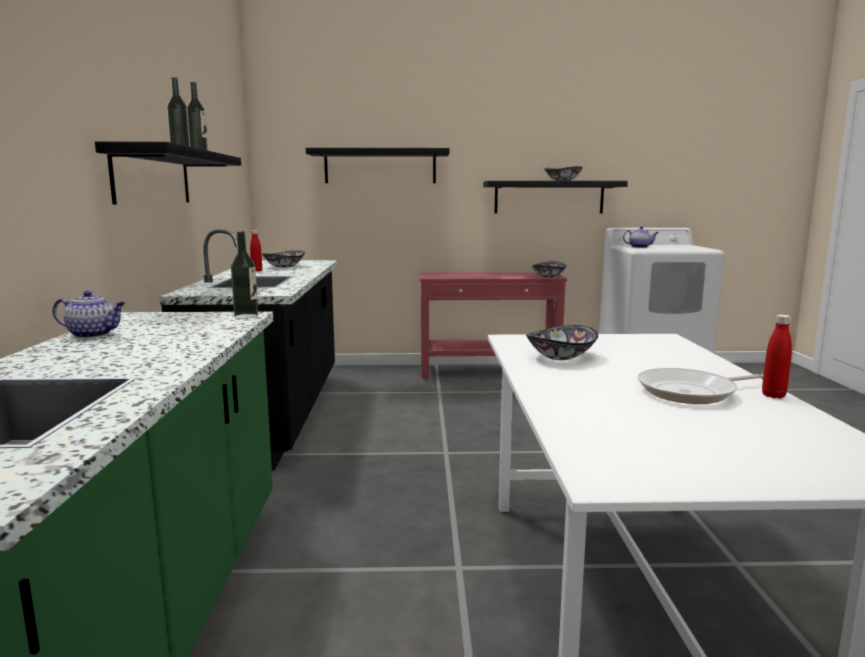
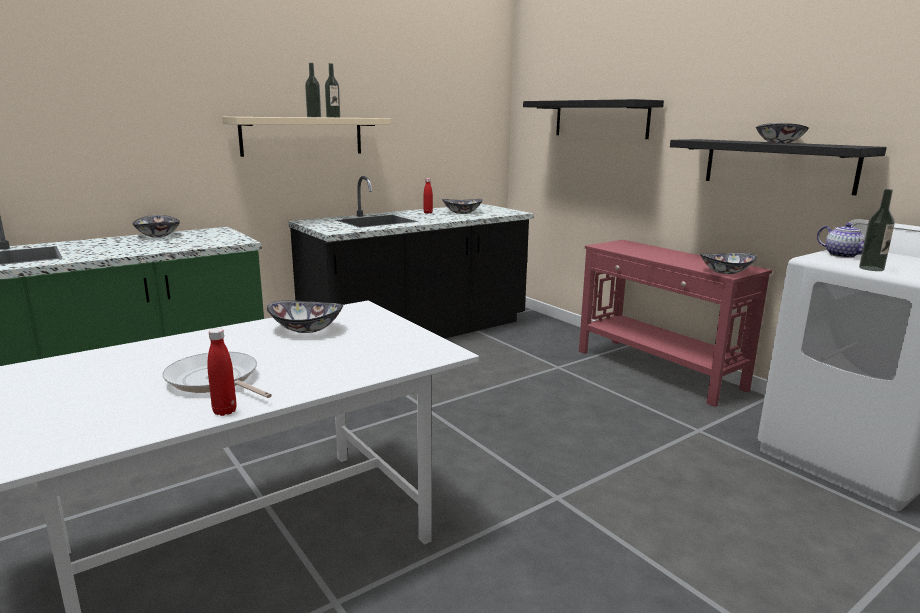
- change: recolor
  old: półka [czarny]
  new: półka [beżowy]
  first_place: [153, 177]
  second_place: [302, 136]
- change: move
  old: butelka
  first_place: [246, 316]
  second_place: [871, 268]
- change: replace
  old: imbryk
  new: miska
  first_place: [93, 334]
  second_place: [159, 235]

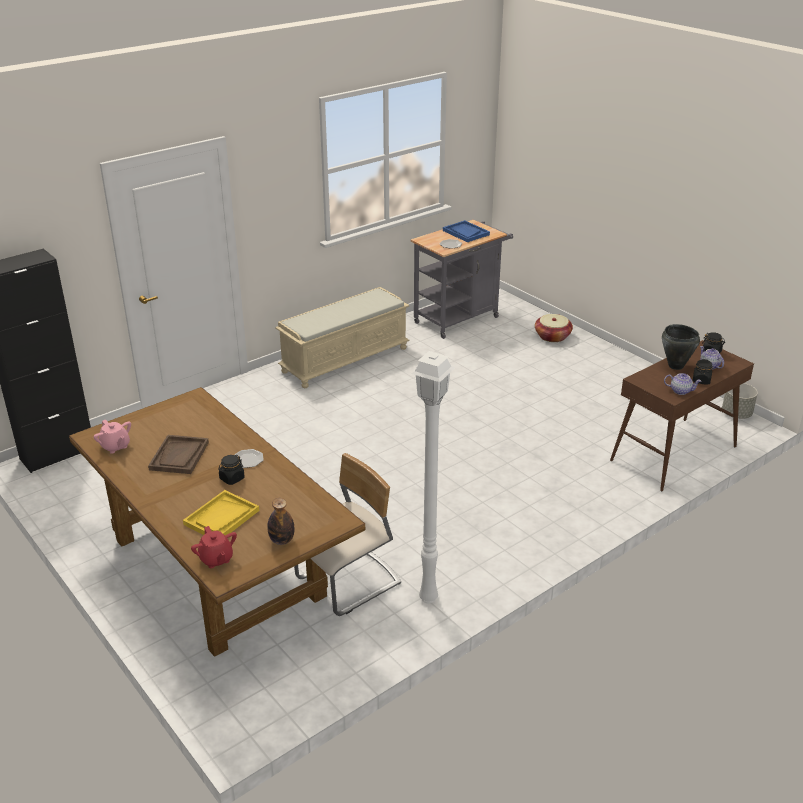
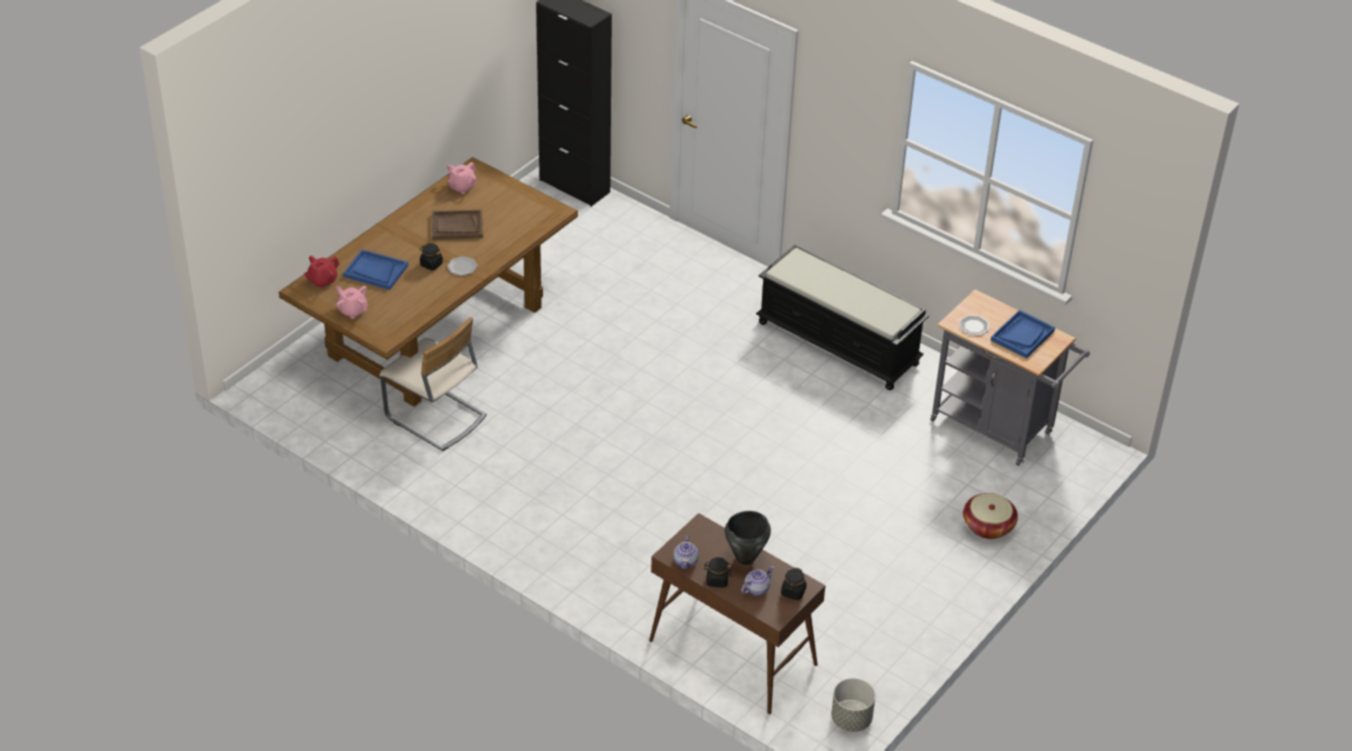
- change: recolor
  old: ławka [beżowy]
  new: ławka [czarny]
  first_place: [345, 359]
  second_place: [839, 343]
- change: delete
  old: lampa stojąca [biały]
  first_place: [426, 598]
- change: recolor
  old: taca [żółty]
  new: taca [niebieski]
  first_place: [221, 517]
  second_place: [375, 271]
- change: replace
  old: butelka
  new: imbryk [różowy]
  first_place: [282, 540]
  second_place: [352, 310]

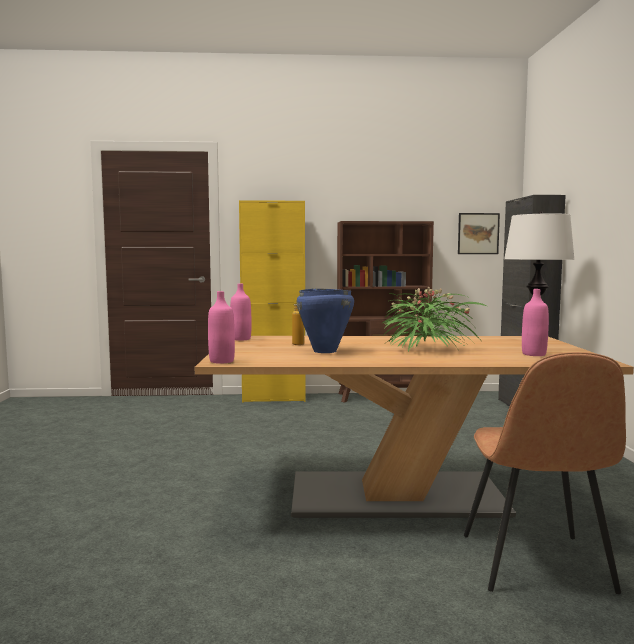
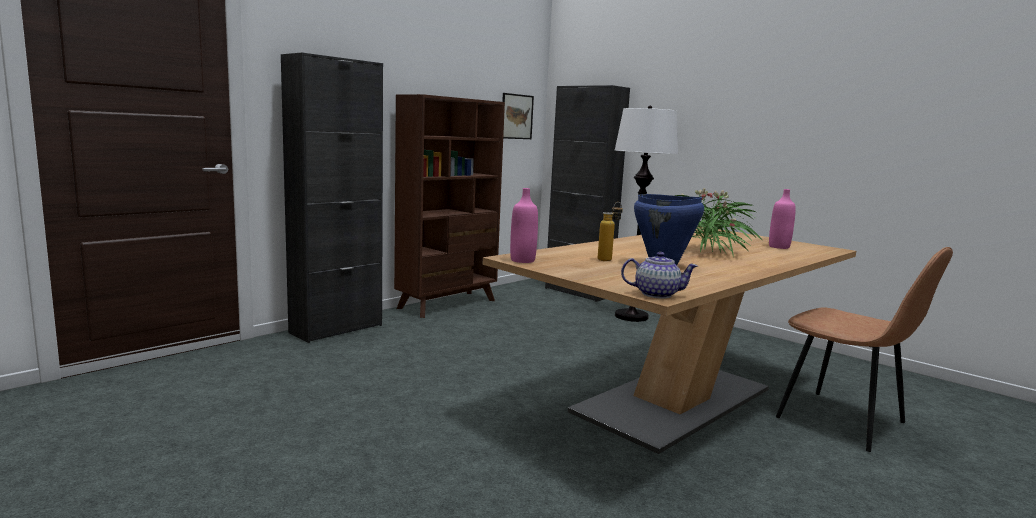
- change: recolor
  old: szafka [żółty]
  new: szafka [czarny]
  first_place: [274, 398]
  second_place: [336, 329]
- change: replace
  old: butelka [różowy]
  new: imbryk
  first_place: [221, 361]
  second_place: [656, 294]

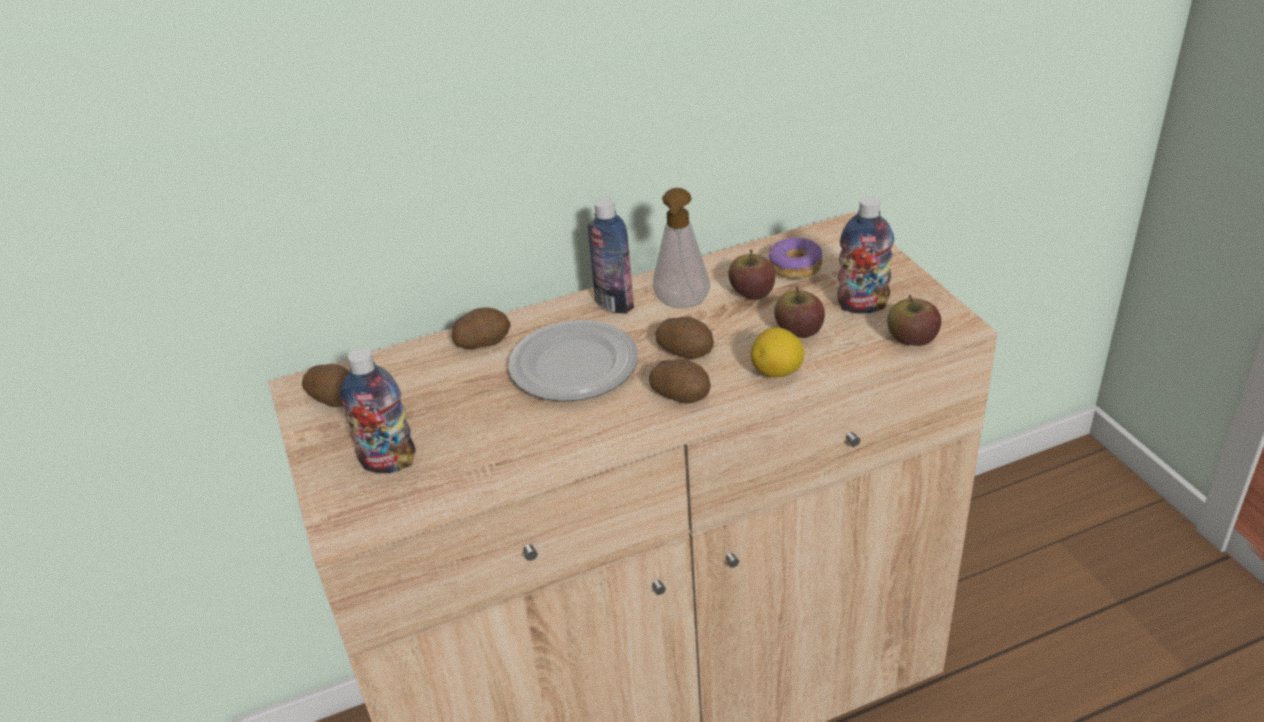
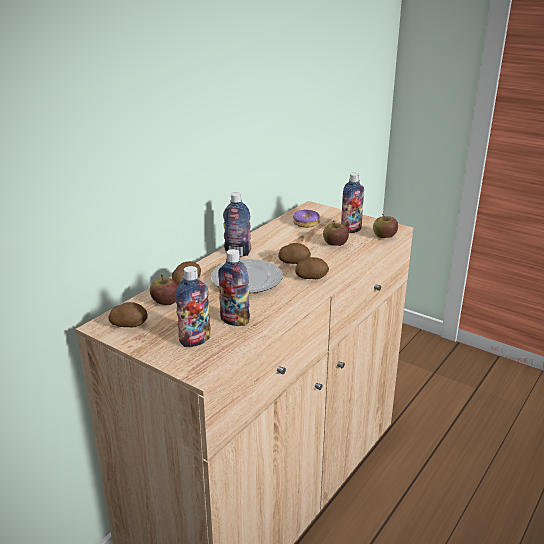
- change: delete
  old: dozownik mydła
  first_place: [681, 305]
- change: move
  old: jabłko
  first_place: [751, 293]
  second_place: [165, 302]
- change: delete
  old: cytryna
  first_place: [777, 373]
- change: insert
  new: butelka
  second_place: [234, 321]

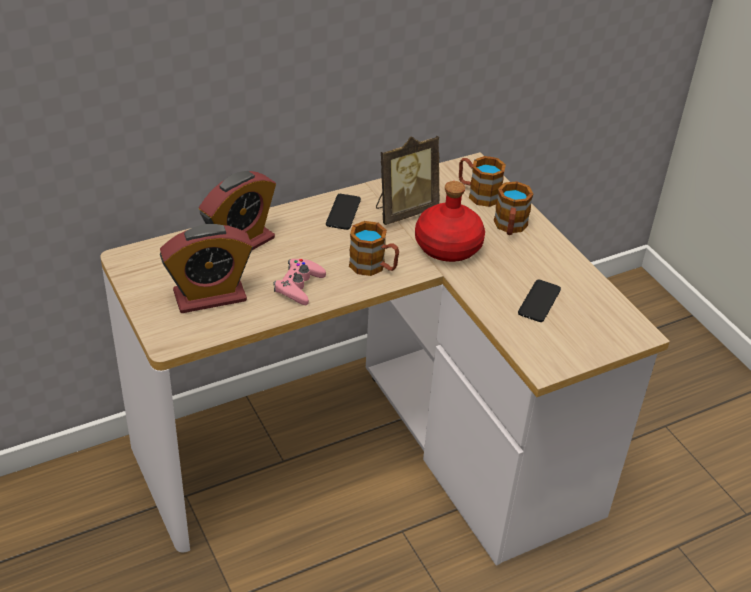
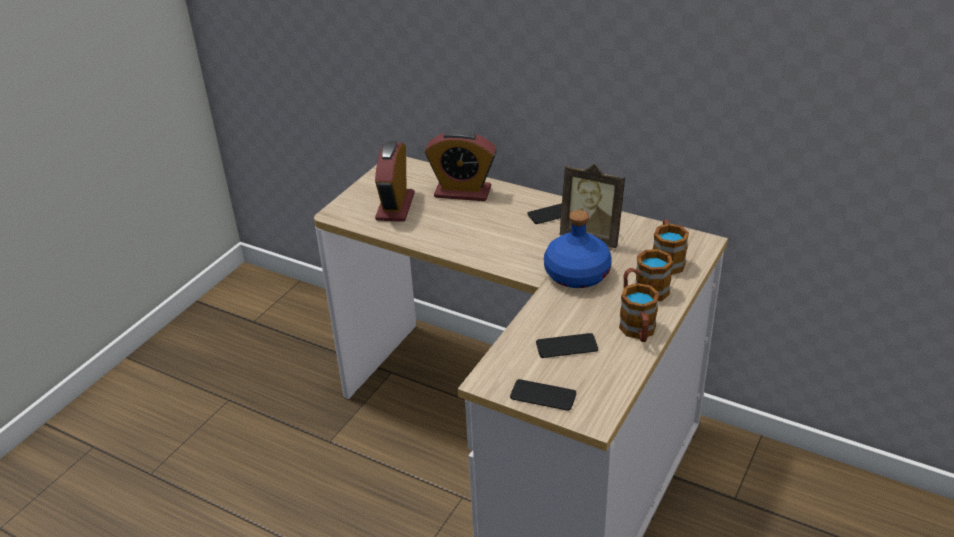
- change: recolor
  old: butelka [czerwony]
  new: butelka [niebieski]
  first_place: [447, 246]
  second_place: [576, 274]
- change: move
  old: kubek
  first_place: [373, 267]
  second_place: [639, 332]
- change: rotate
  old: budzik
  first_place: [210, 296]
  second_place: [395, 207]
  degrees: 60
- change: delete
  old: pad do gier [różowy]
  first_place: [299, 286]
- change: insert
  new: telefon
  second_place: [543, 395]

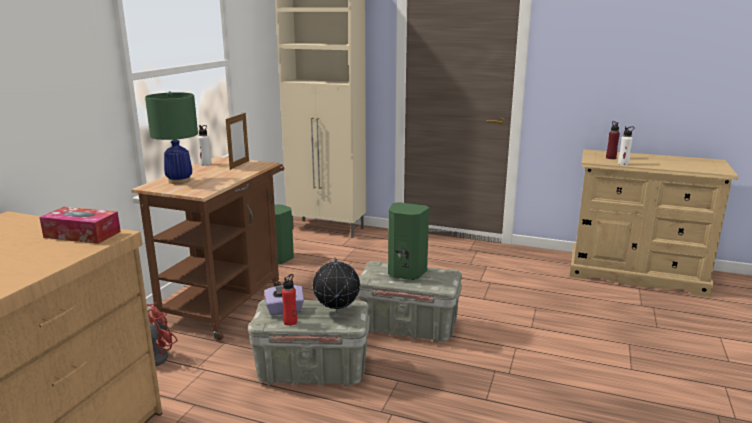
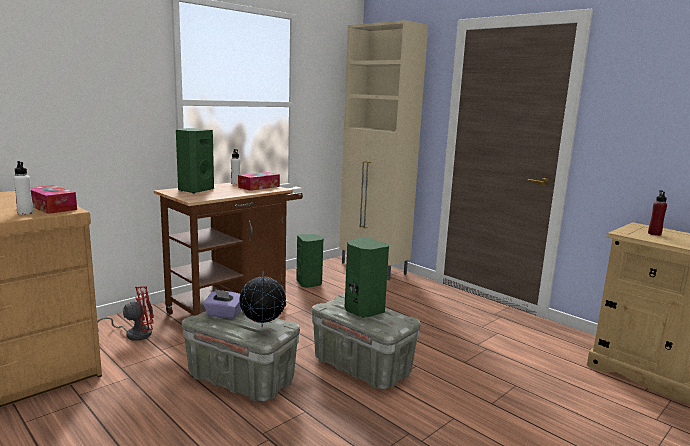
- change: replace
  old: lampa stołowa [zielony]
  new: głośnik [zielony]
  first_place: [179, 181]
  second_place: [195, 190]
- change: replace
  old: ramka na zdjęcie
  new: pudełko chusteczek
  first_place: [239, 165]
  second_place: [259, 187]
- change: move
  old: butelka [biały]
  first_place: [623, 163]
  second_place: [25, 213]
- change: delete
  old: butelka [czerwony]
  first_place: [290, 322]

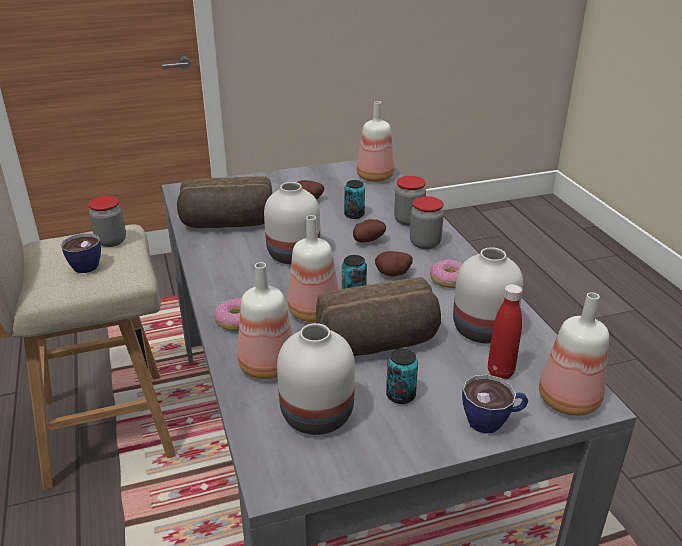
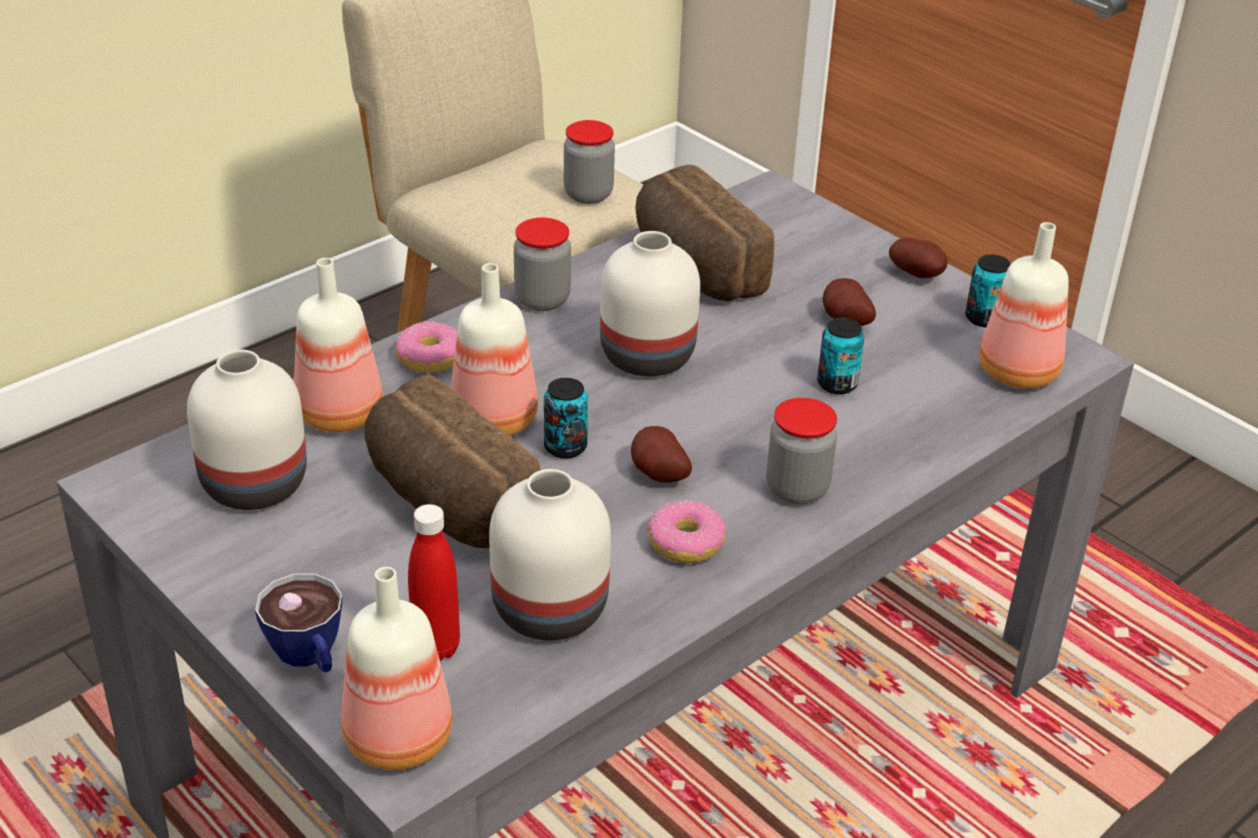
- change: move
  old: słoik
  first_place: [408, 220]
  second_place: [542, 299]
- change: move
  old: ziemniak
  first_place: [367, 241]
  second_place: [918, 275]
- change: delete
  old: filiżanka
  first_place: [81, 265]
- change: move
  old: puszka
  first_place: [400, 395]
  second_place: [983, 318]

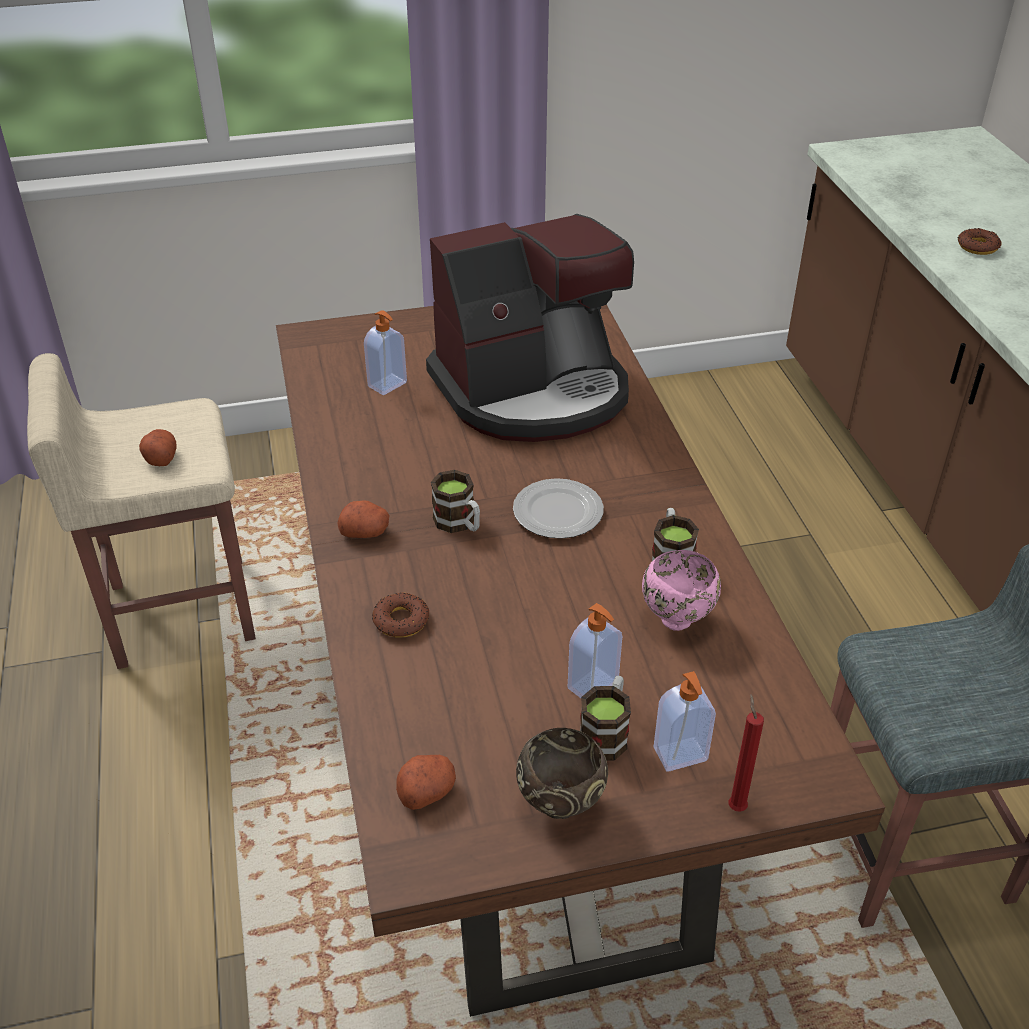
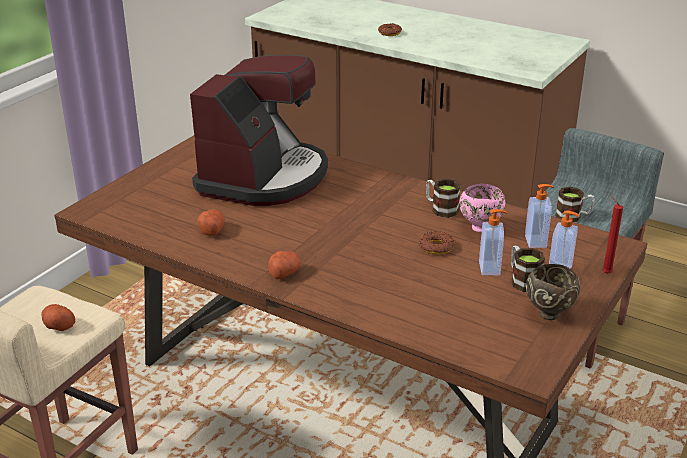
- change: move
  old: dozownik mydła
  first_place: [388, 385]
  second_place: [536, 241]
- change: move
  old: kubek
  first_place: [459, 524]
  second_place: [573, 216]
- change: delete
  old: talerz
  first_place: [559, 512]
- change: move
  old: donut
  first_place: [401, 620]
  second_place: [436, 247]
- change: move
  old: ziemniak
  first_place: [426, 791]
  second_place: [211, 230]

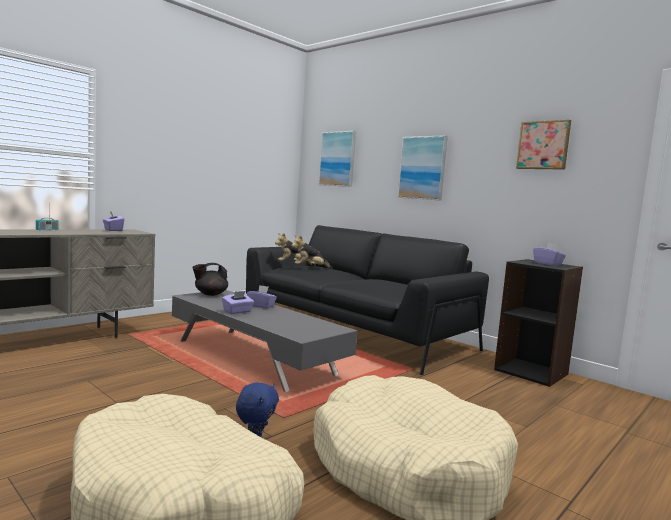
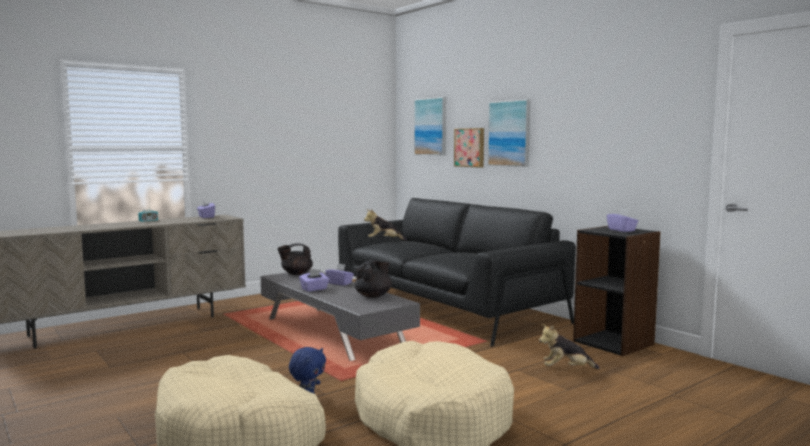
- change: move
  old: obraz
  first_place: [543, 145]
  second_place: [470, 147]
- change: move
  old: pluszak
  first_place: [310, 268]
  second_place: [566, 369]
- change: insert
  new: imbryk [czarny]
  second_place: [373, 296]

